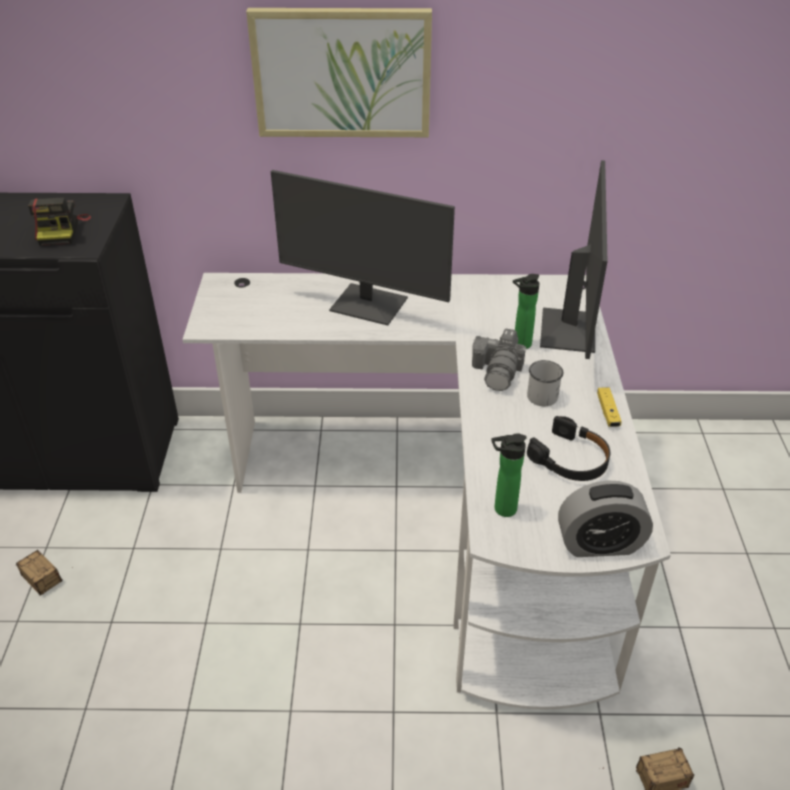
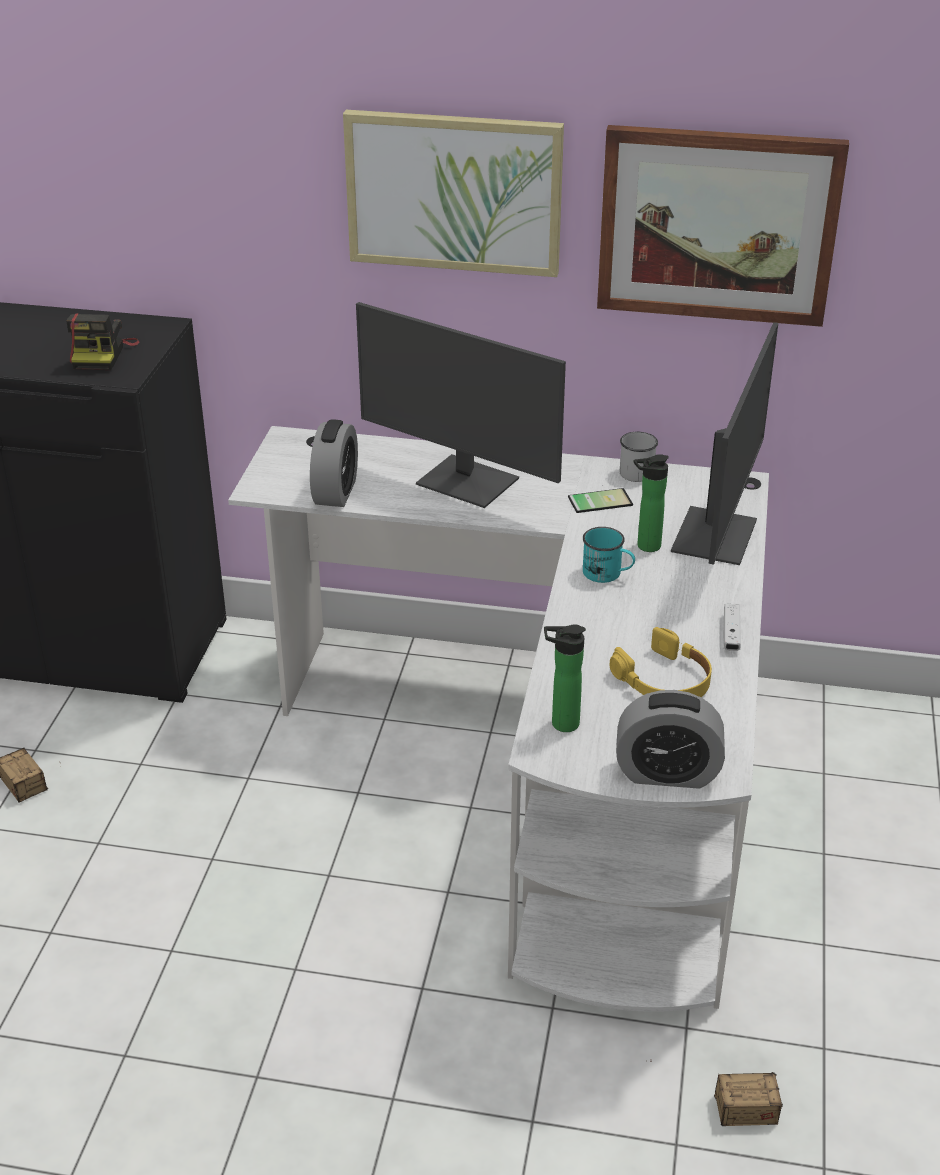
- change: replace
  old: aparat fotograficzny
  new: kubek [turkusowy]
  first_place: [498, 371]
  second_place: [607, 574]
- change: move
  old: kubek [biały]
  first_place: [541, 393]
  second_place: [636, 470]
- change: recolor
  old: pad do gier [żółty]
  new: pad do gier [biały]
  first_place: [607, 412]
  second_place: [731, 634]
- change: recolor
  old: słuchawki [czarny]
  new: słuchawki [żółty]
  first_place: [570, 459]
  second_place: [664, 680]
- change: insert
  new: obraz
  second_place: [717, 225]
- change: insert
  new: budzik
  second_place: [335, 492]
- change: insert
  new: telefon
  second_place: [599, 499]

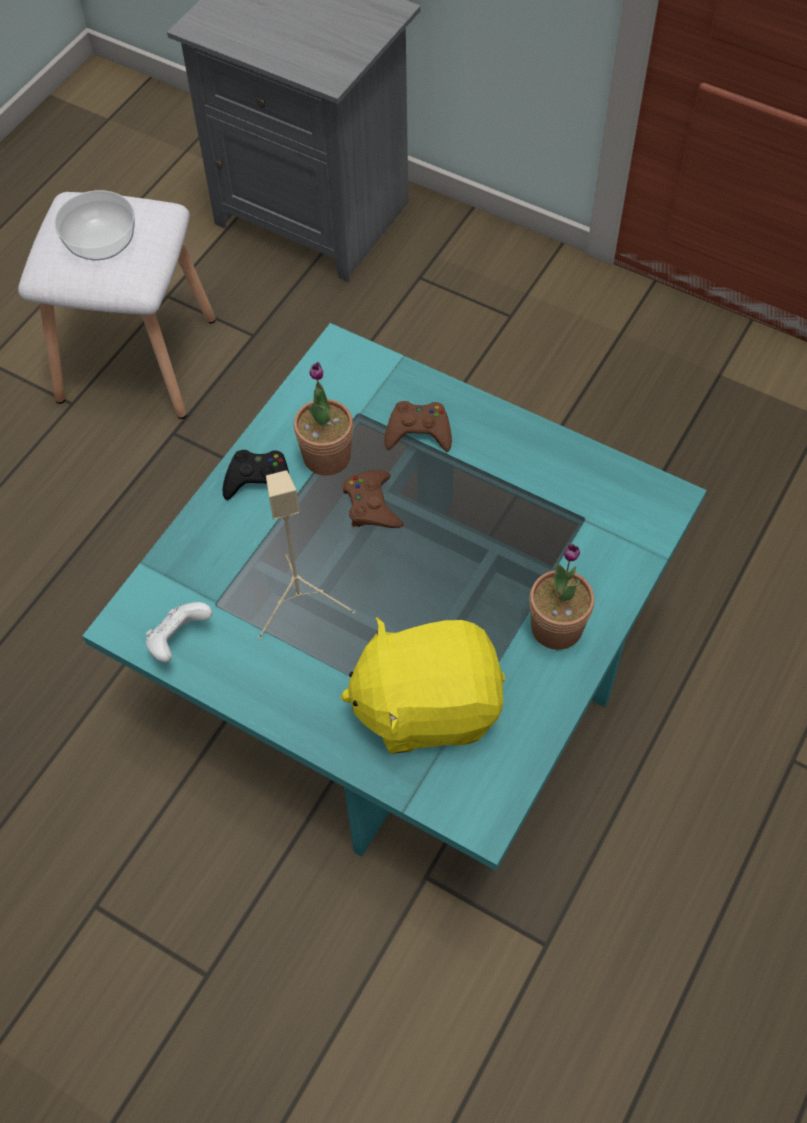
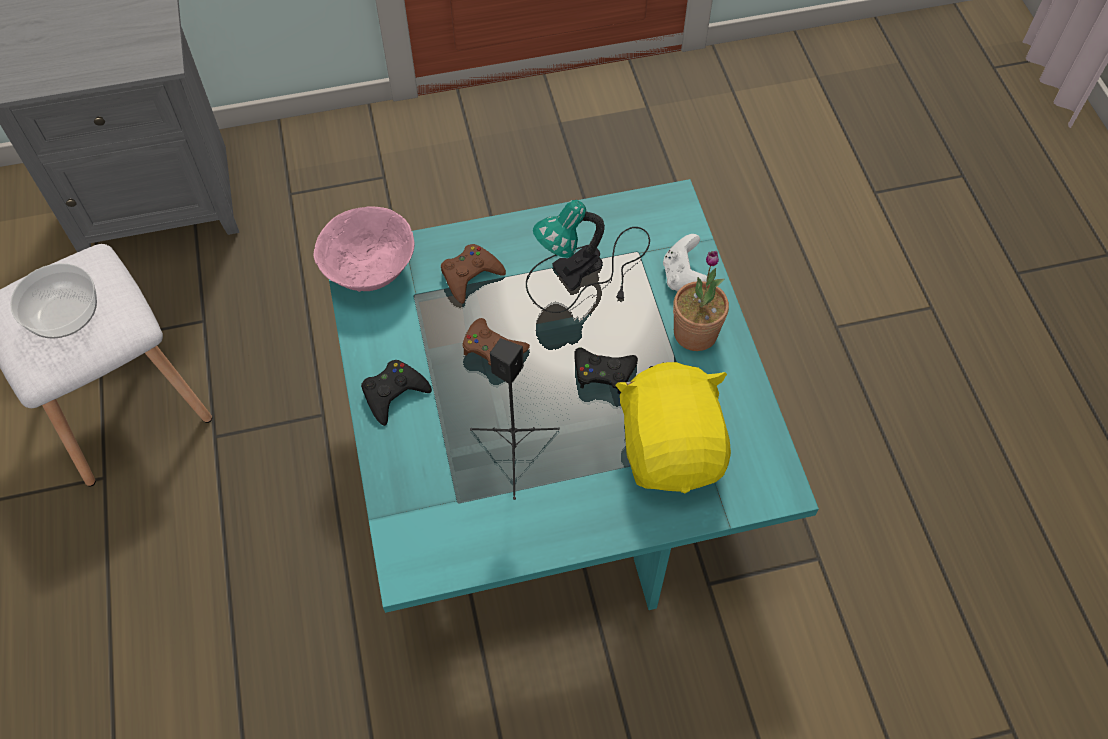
- change: delete
  old: roślina doniczkowa
  first_place: [326, 456]
- change: recolor
  old: głośnik [beżowy]
  new: głośnik [czarny]
  first_place: [301, 601]
  second_place: [515, 450]
- change: move
  old: pad do gier [biały]
  first_place: [178, 640]
  second_place: [682, 276]
- change: rotate
  old: pluszak [żółty]
  first_place: [427, 705]
  second_place: [671, 448]
  degrees: 135
- change: insert
  new: lampa stołowa
  second_place: [588, 271]
- change: insert
  new: miska [różowy]
  second_place: [369, 272]
- change: insert
  new: pad do gier [czarny]
  second_place: [603, 372]

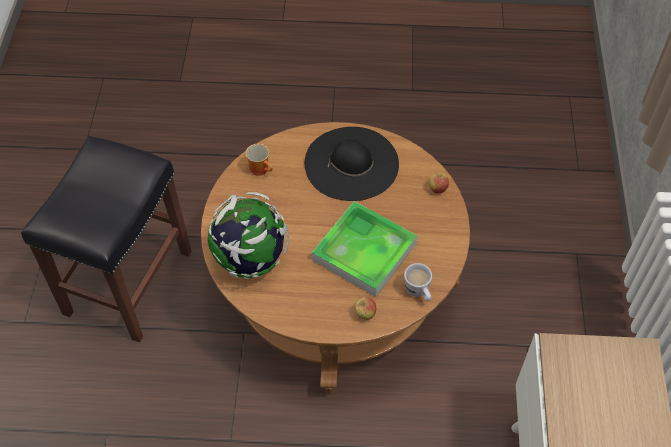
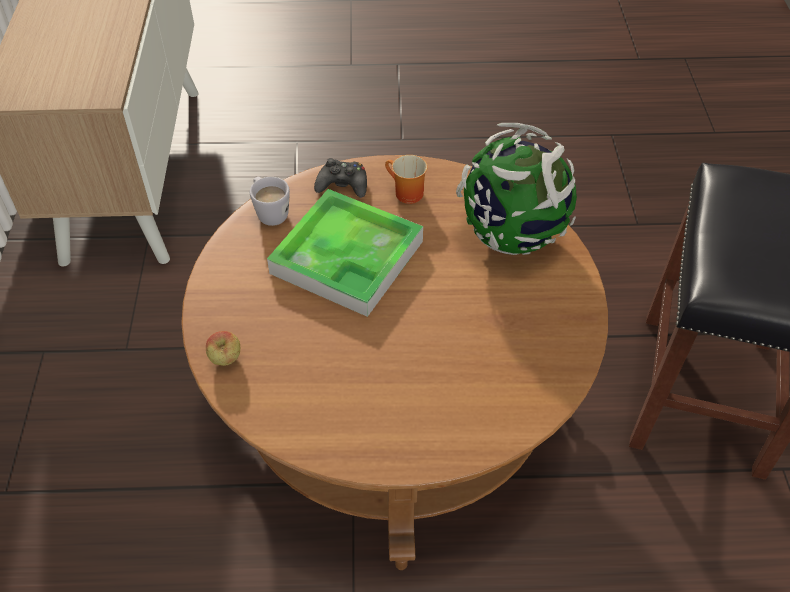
- change: delete
  old: kapelusz [czarny]
  first_place: [351, 163]
- change: move
  old: kubek
  first_place: [261, 169]
  second_place: [405, 194]
- change: replace
  old: jabłko
  new: pad do gier [czarny]
  first_place: [365, 314]
  second_place: [343, 184]

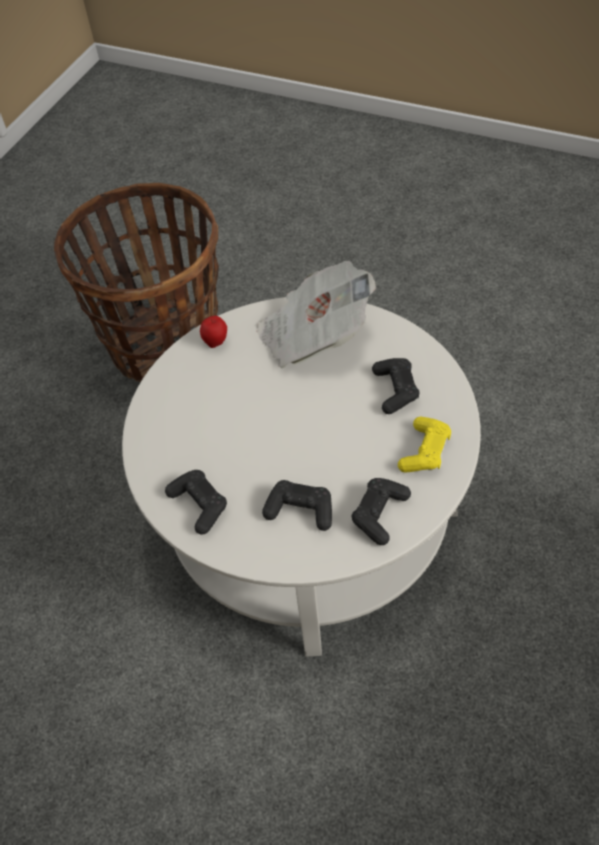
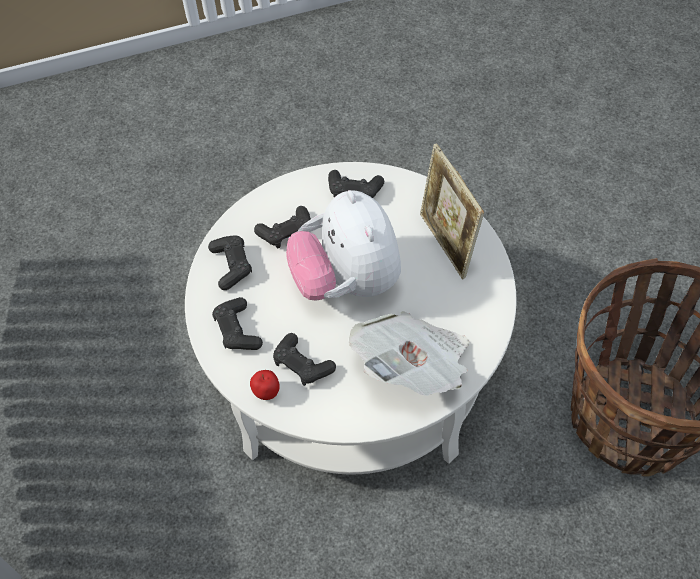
- change: move
  old: jabłko
  first_place: [216, 342]
  second_place: [266, 393]
- change: recolor
  old: pad do gier [żółty]
  new: pad do gier [czarny]
  first_place: [425, 451]
  second_place: [237, 330]
- change: insert
  new: ramka na zdjęcie
  second_place: [446, 245]
- change: insert
  new: pluszak
  second_place: [347, 280]

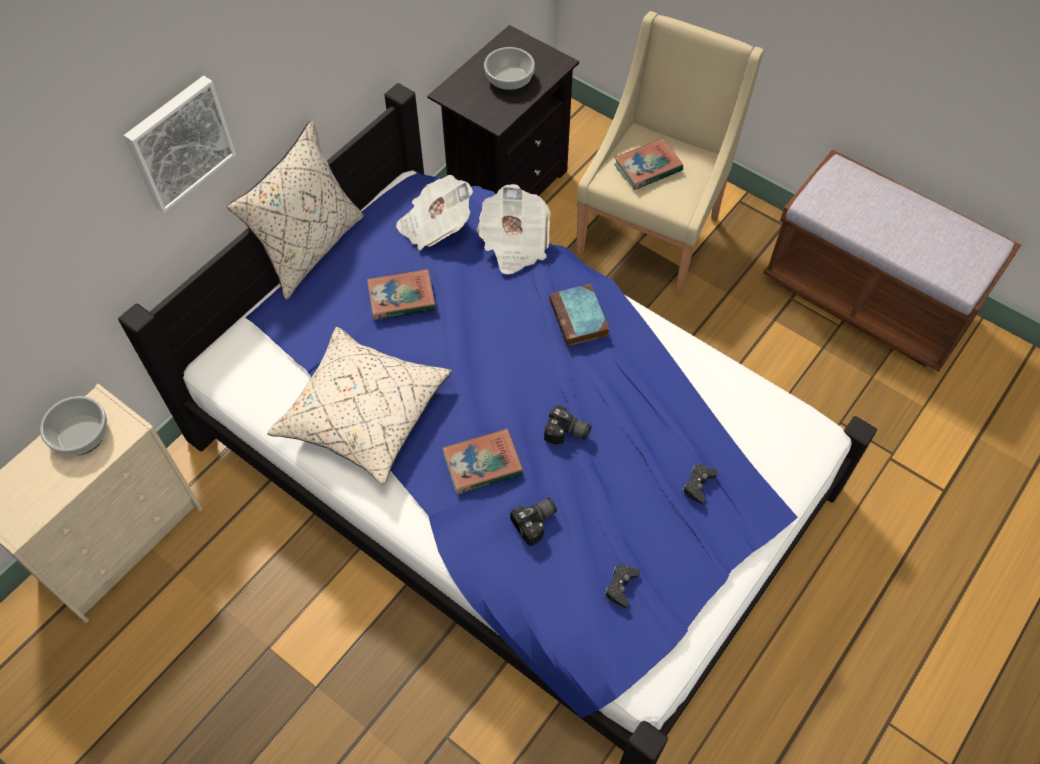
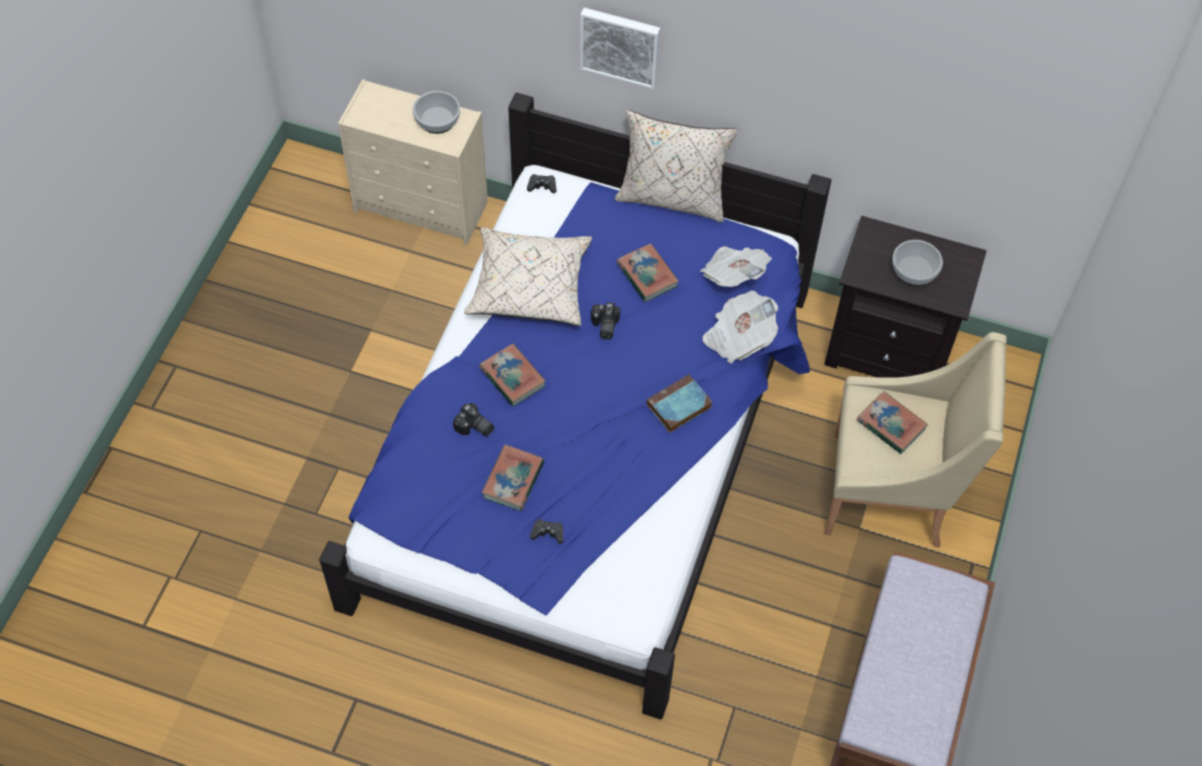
- change: move
  old: aparat fotograficzny
  first_place: [567, 433]
  second_place: [604, 326]
- change: move
  old: pad do gier [czarny]
  first_place: [621, 586]
  second_place: [542, 186]
- change: insert
  new: książka
  second_place: [513, 480]

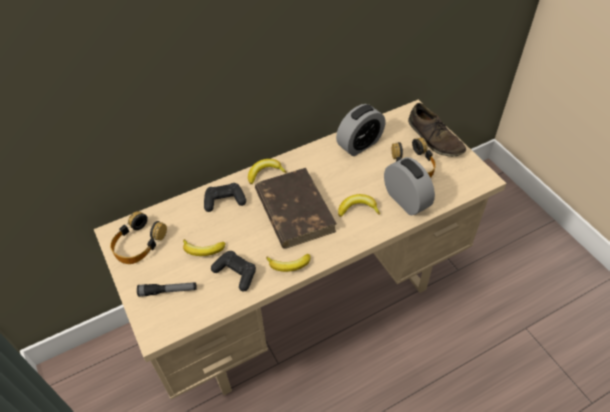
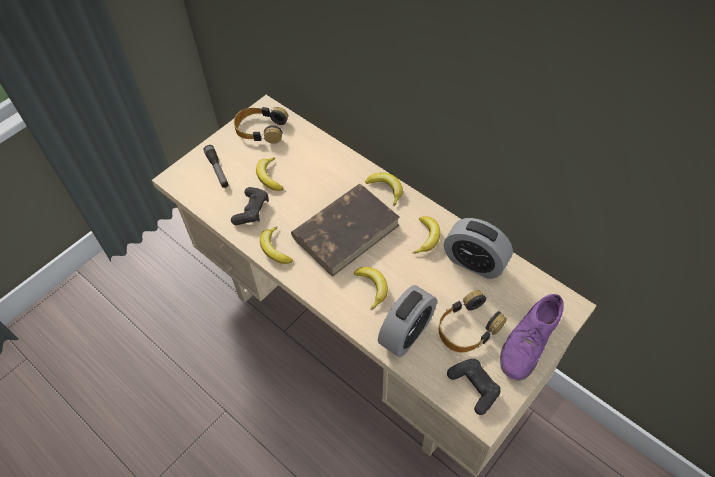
- change: recolor
  old: but [brązowy]
  new: but [fioletowy]
  first_place: [434, 138]
  second_place: [529, 341]
- change: move
  old: pad do gier [czarny]
  first_place: [224, 201]
  second_place: [474, 387]
- change: insert
  new: banan
  second_place: [427, 237]

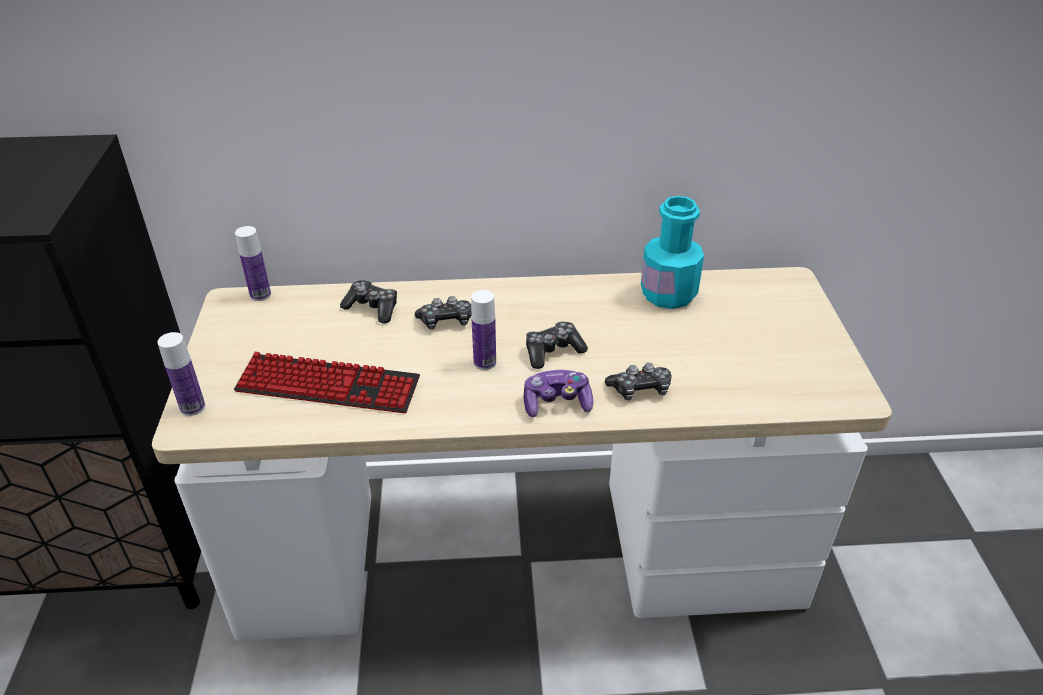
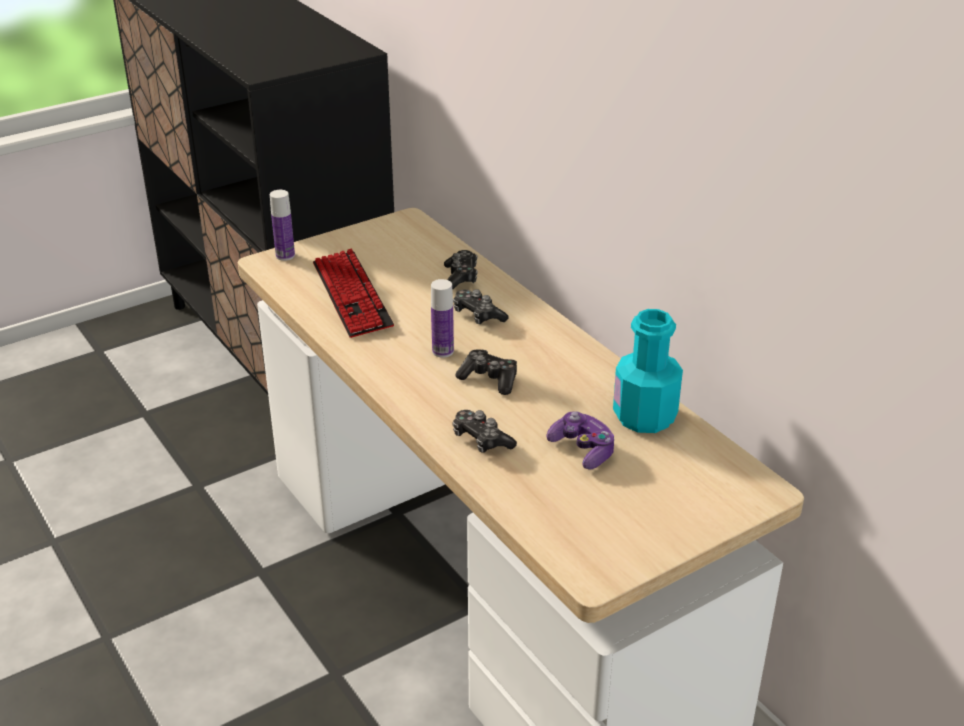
- change: delete
  old: butelka
  first_place: [260, 295]
- change: move
  old: pad do gier
  first_place: [556, 403]
  second_place: [582, 450]

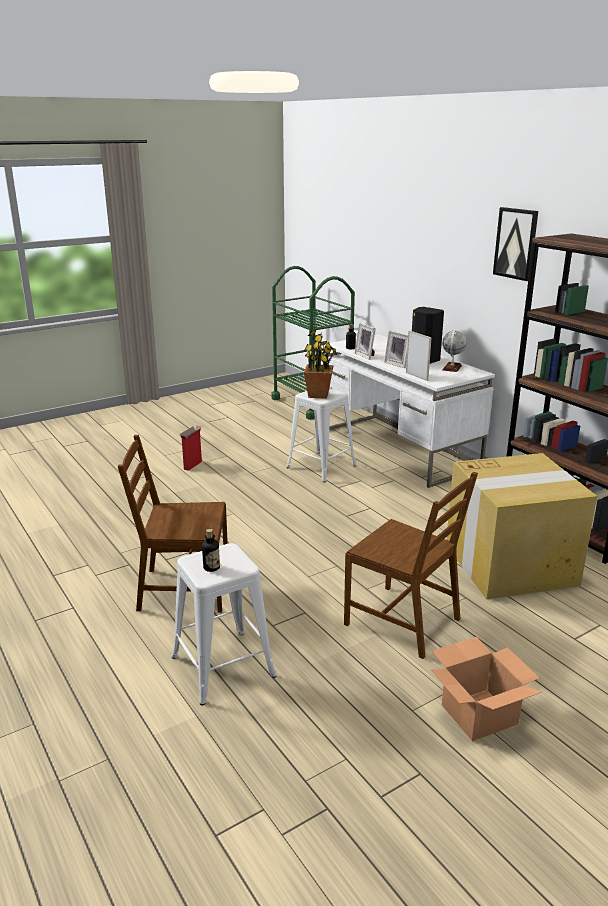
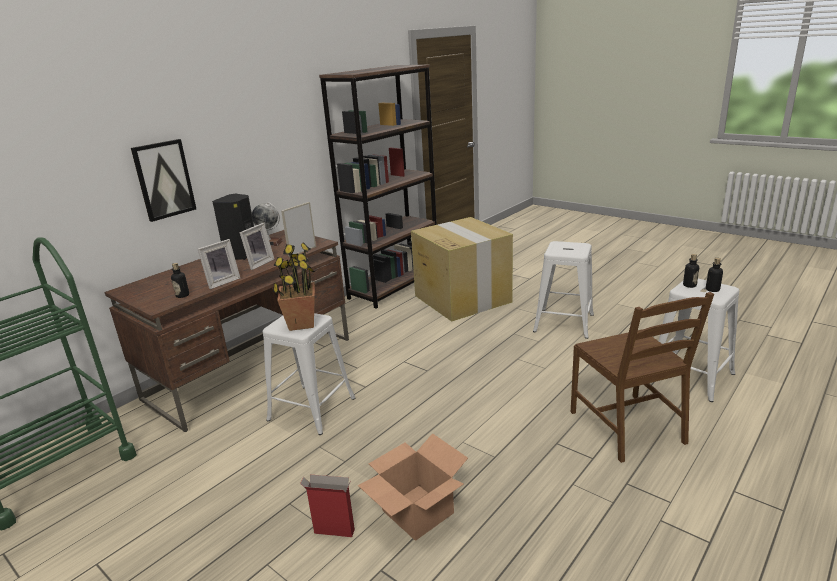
- change: move
  old: obraz
  first_place: [516, 243]
  second_place: [164, 179]
- change: recolor
  old: biurko [biały]
  new: biurko [brązowy]
  first_place: [399, 449]
  second_place: [252, 367]
- change: replace
  old: krzesło [brązowy]
  new: stołek [biały]
  first_place: [404, 621]
  second_place: [564, 323]
- change: move
  old: karton
  first_place: [478, 715]
  second_place: [418, 512]
- change: insert
  new: butelka
  second_place: [689, 285]

